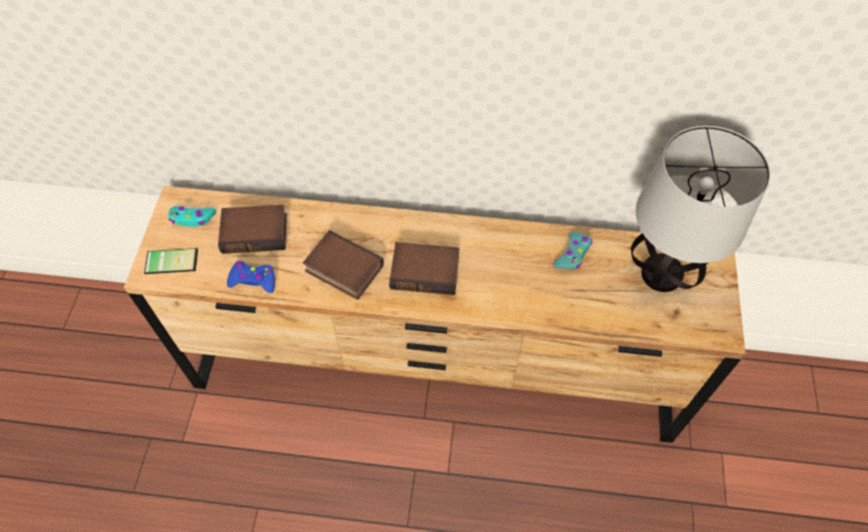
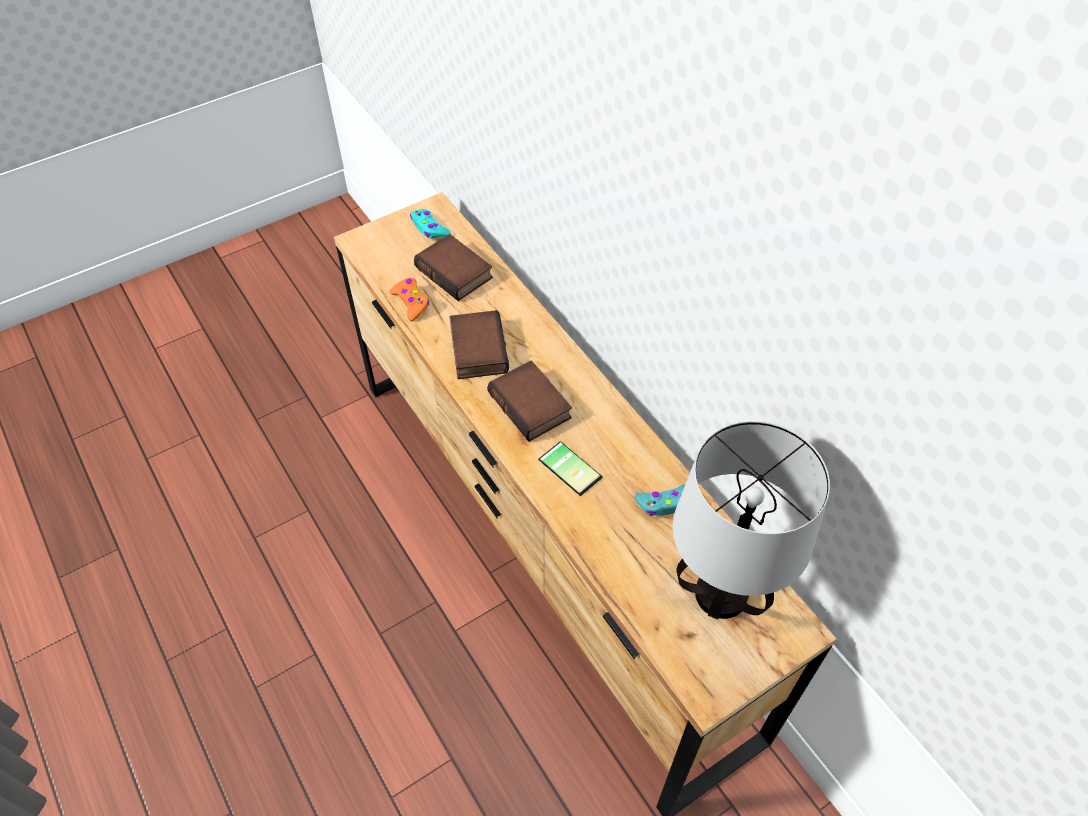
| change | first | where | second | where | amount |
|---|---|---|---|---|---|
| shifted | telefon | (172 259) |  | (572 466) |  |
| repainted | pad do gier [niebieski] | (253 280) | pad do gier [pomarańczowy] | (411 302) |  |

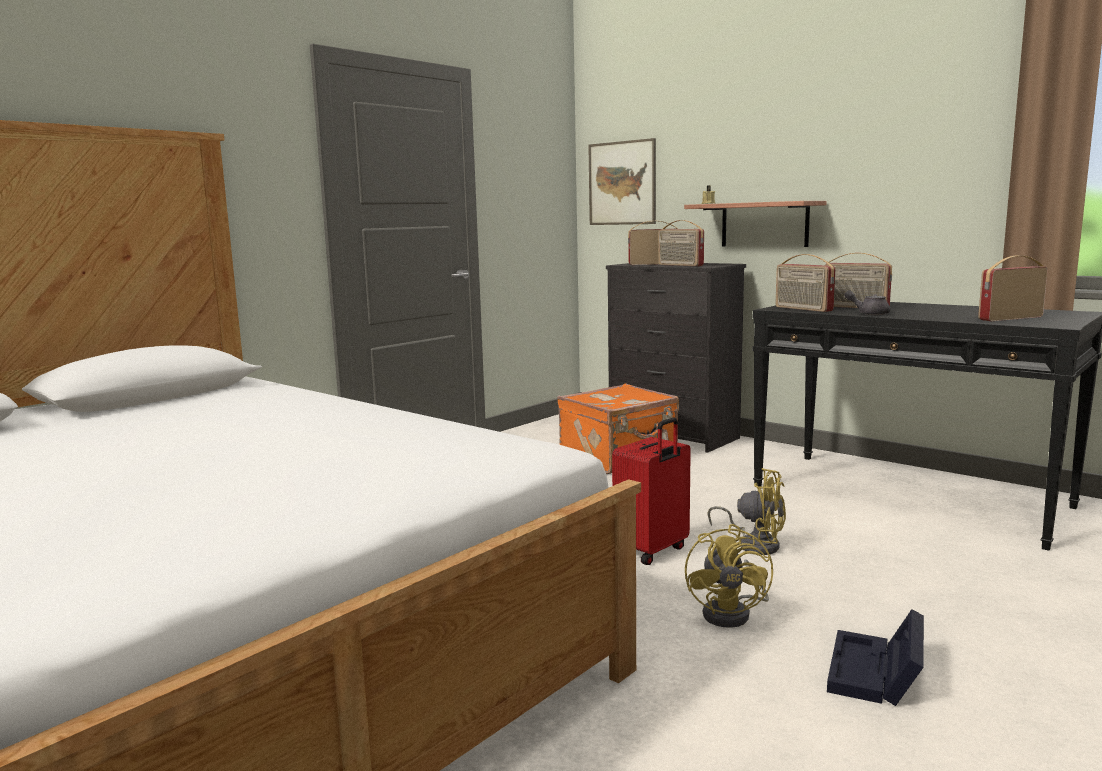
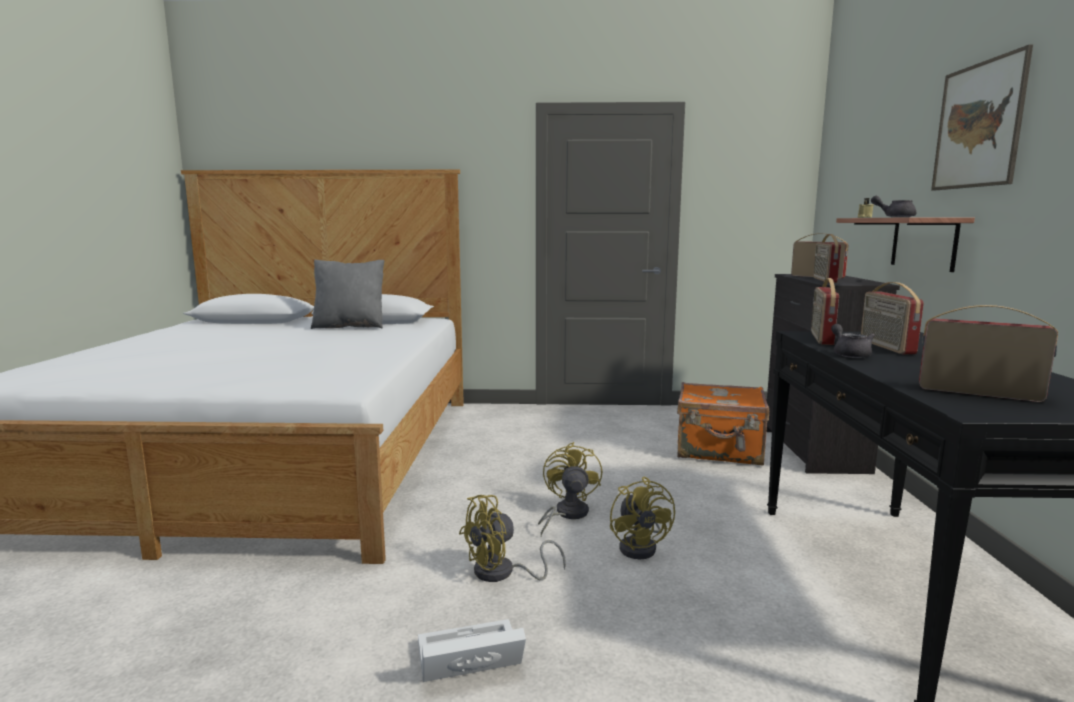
| change | first | where | second | where | amount |
|---|---|---|---|---|---|
| shifted | obraz | (622 183) |  | (978 125) |  |
| swapped | walizka [czerwony] | (652 551) | wentylator [żółty] | (566 514) |  |
| repainted | pojemnik do przechowywania [czarny] | (876 675) | pojemnik do przechowywania [biały] | (467 661) |  |
| new |  |  | poduszka [szary] | (350 326) |  |
| new |  |  | imbryk [szary] | (894 217) |  |

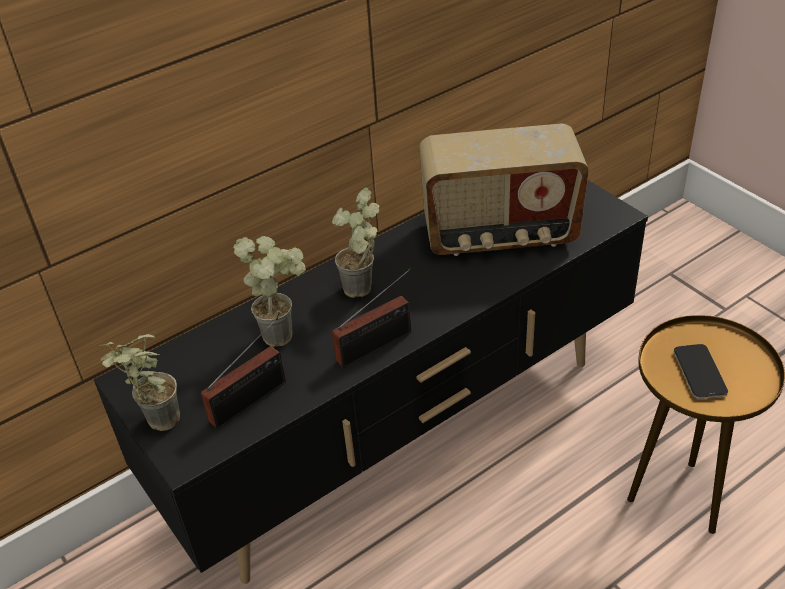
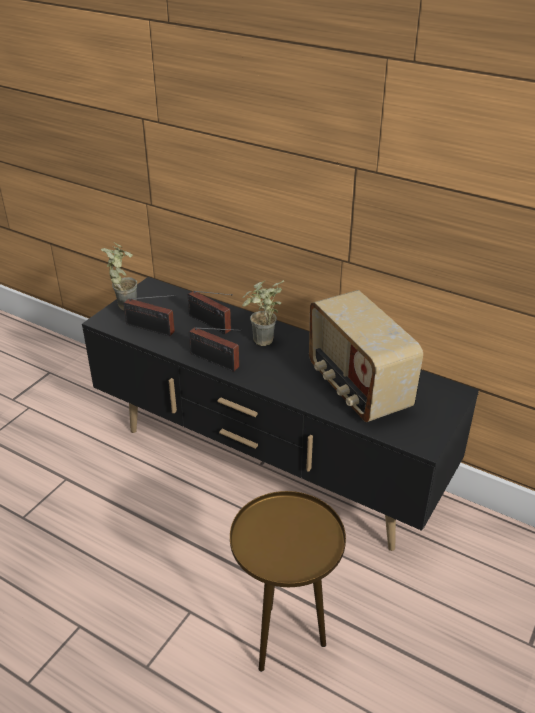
| change | first | where | second | where | amount |
|---|---|---|---|---|---|
| swapped | roślina doniczkowa | (284 331) | radio | (211 324) |  |
| gone | telefon | (699 372) |  |  |  |

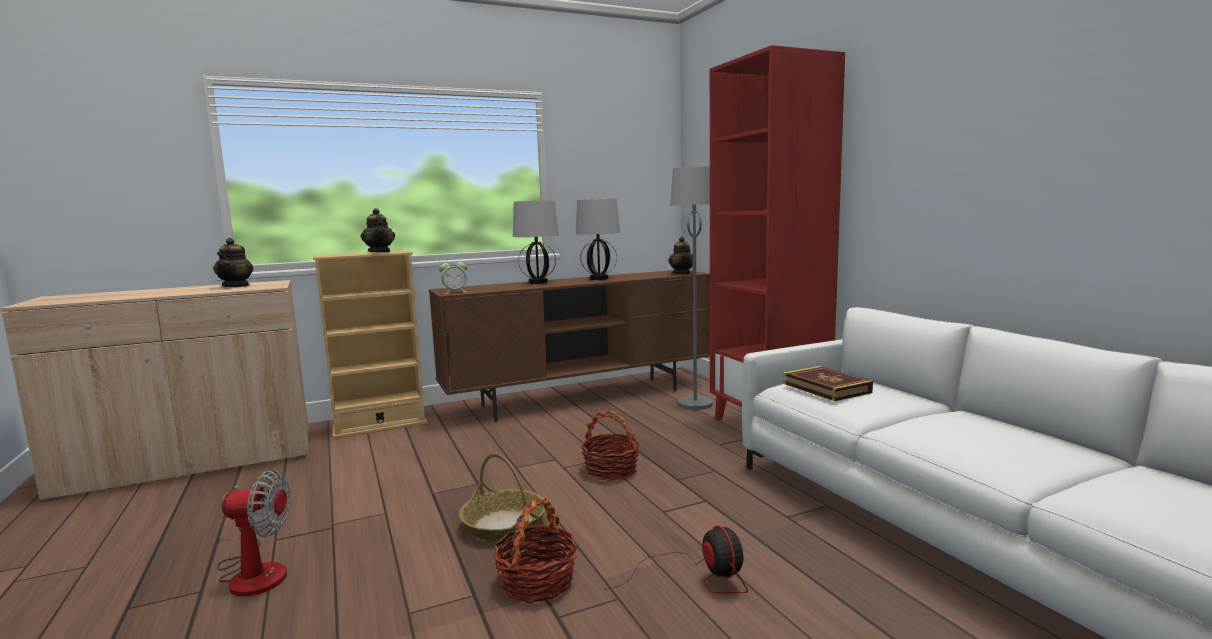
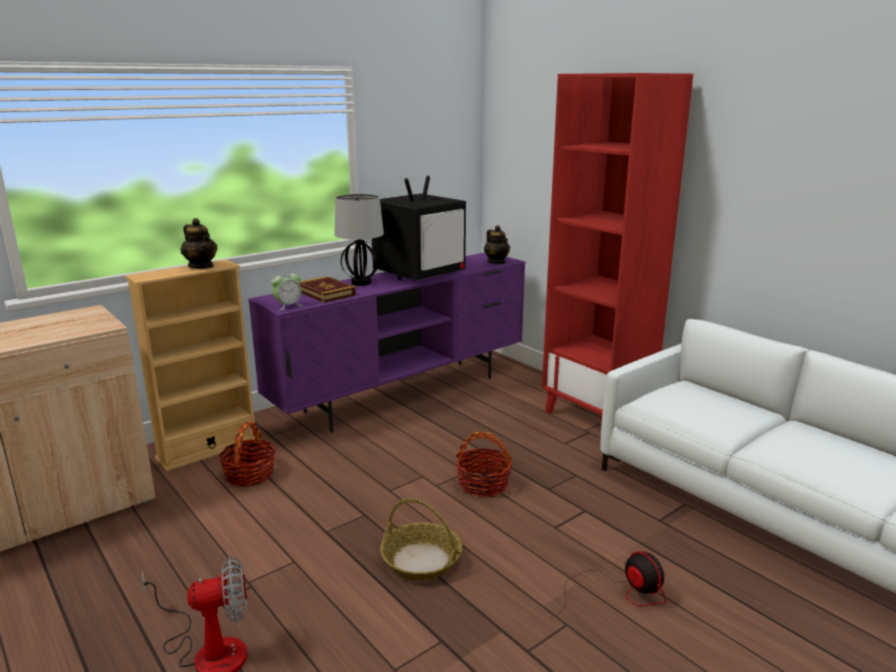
| change | first | where | second | where | amount |
|---|---|---|---|---|---|
| gone | imbryk | (236 286) |  |  |  |
| repainted | szafka pod telewizor [brązowy] | (582 398) | szafka pod telewizor [fioletowy] | (403 394) |  |
| shifted | koszyk | (537 582) |  | (250 475) |  |
| swapped | lampa stołowa | (599 278) | telewizor | (420 273) |  |
| gone | lampa stojąca [szary] | (695 404) |  |  |  |
| shifted | książka | (826 388) |  | (325 293) |  |

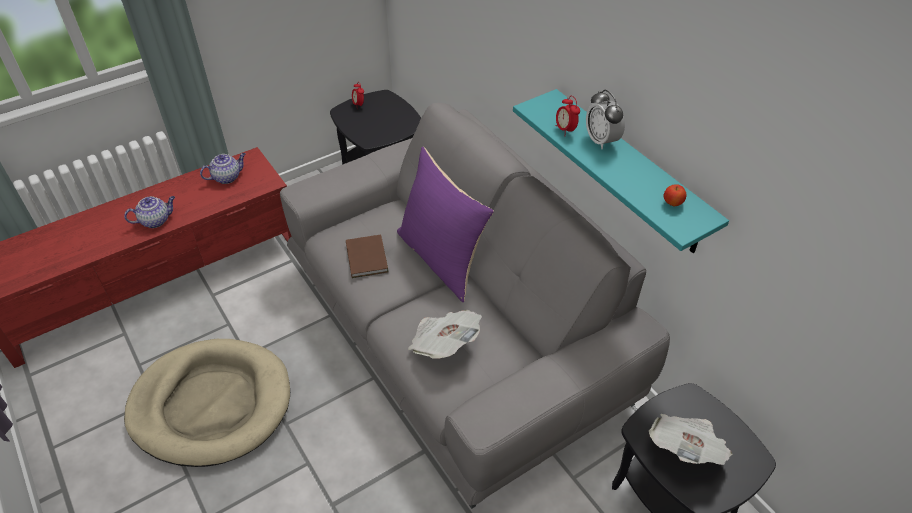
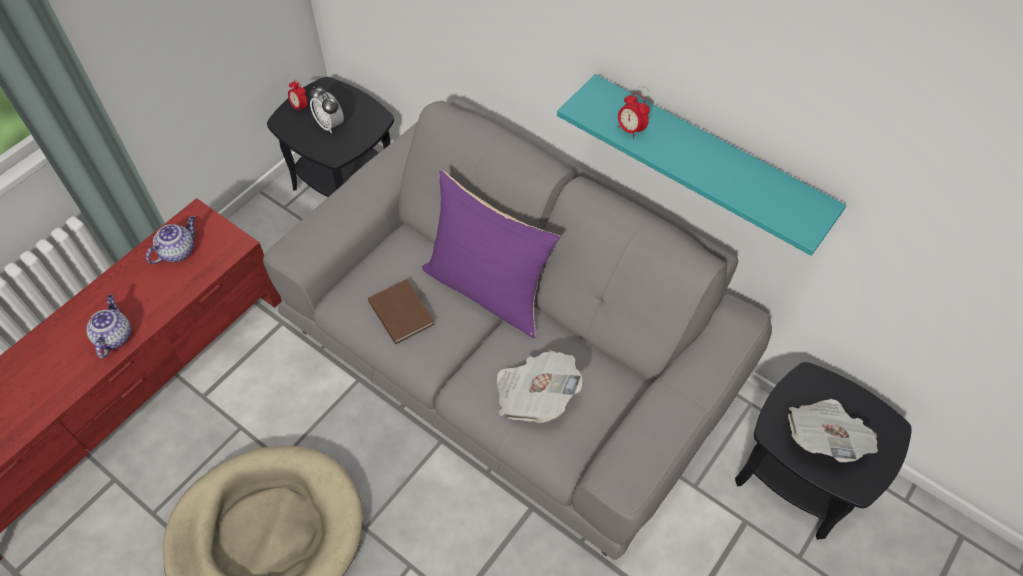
| change | first | where | second | where | amount |
|---|---|---|---|---|---|
| rotated | imbryk | (156 220) |  | (114 336) | 45 degrees counterclockwise |
| shifted | budzik | (601 141) |  | (330 125) |  |
| gone | jabłko | (672 203) |  |  |  |

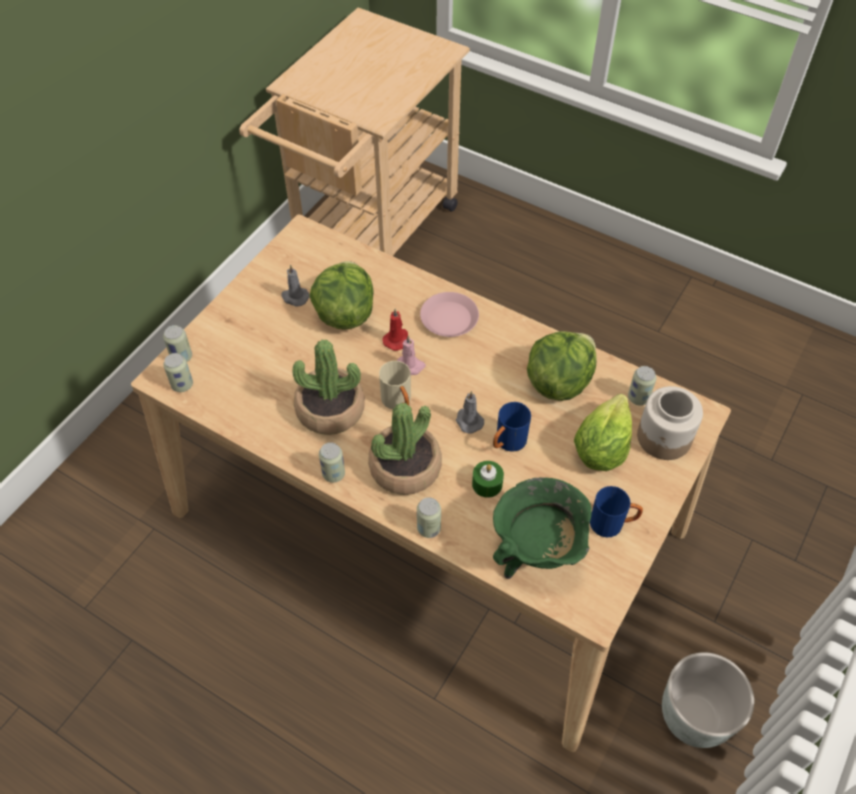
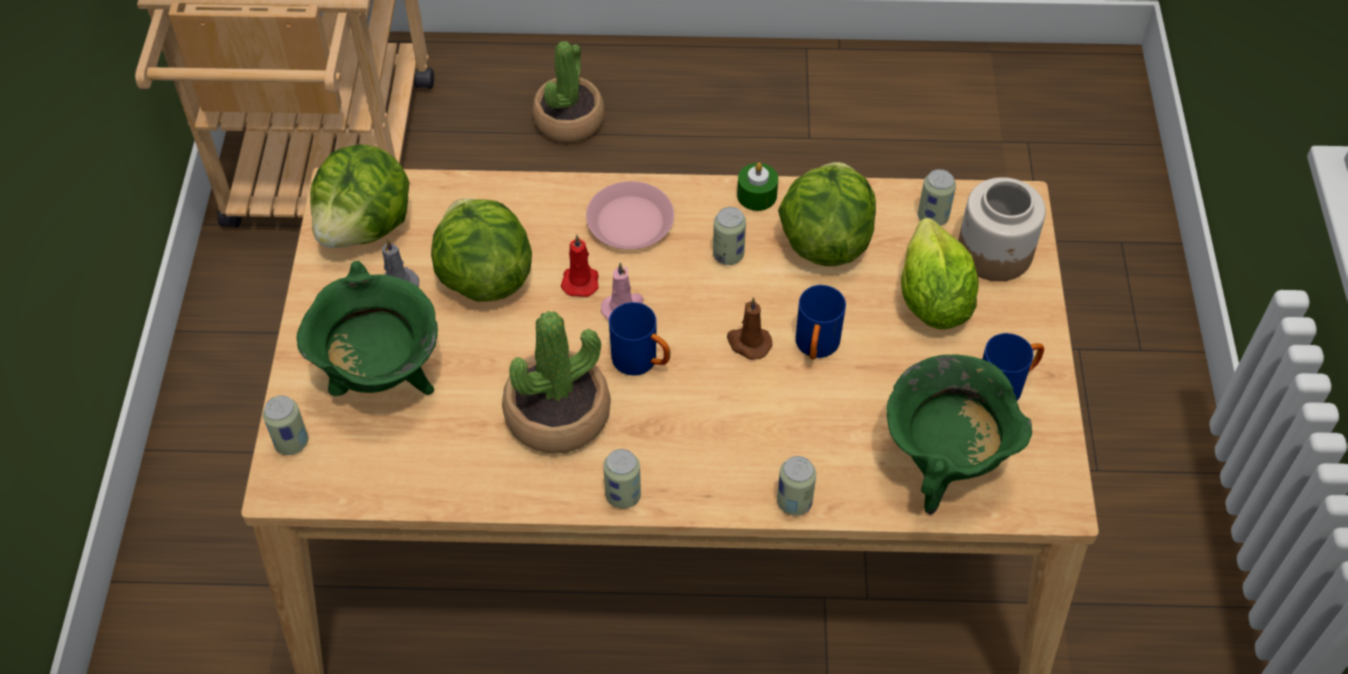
| change | first | where | second | where | amount |
|---|---|---|---|---|---|
| shifted | puszka | (182 385) |  | (728 255) |  |
| shifted | roślina doniczkowa | (405 467) |  | (569 120) |  |
| repainted | kubek [beżowy] | (398 402) | kubek [niebieski] | (642 362) |  |
| repainted | świeca [szary] | (468 421) | świeca [brązowy] | (748 343) |  |
| shifted | świeca [zielony] | (487 484) |  | (757 195) |  |
| gone | donica [szary] | (695 717) |  |  |  |
| new |  |  | garnek [zielony] | (382 378) |  |
| new |  |  | sałata | (366 226) |  |

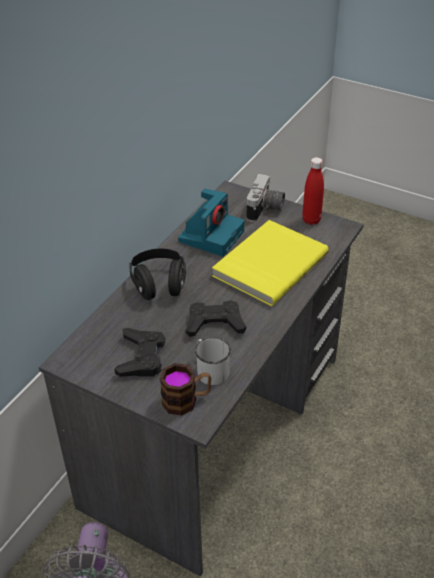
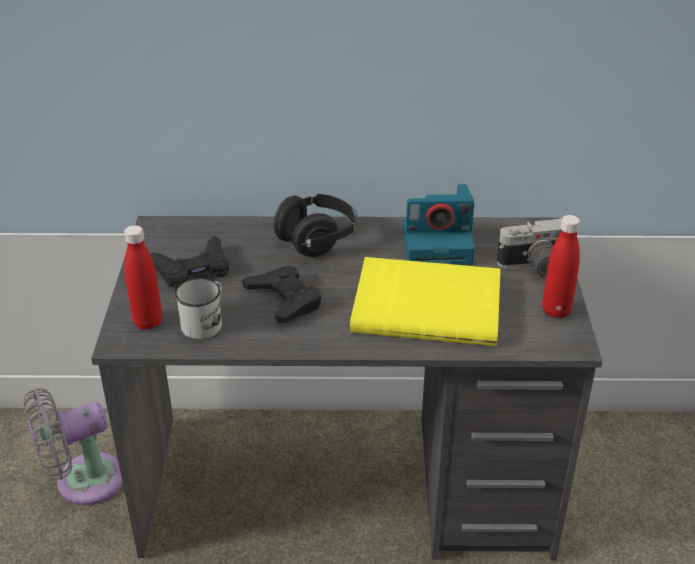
| change | first | where | second | where | amount |
|---|---|---|---|---|---|
| swapped | kubek | (186 400) | butelka [czerwony] | (148 322) |  |

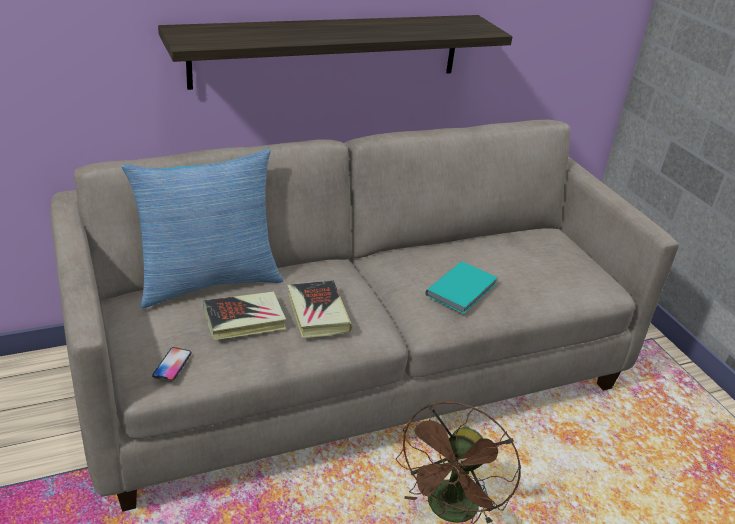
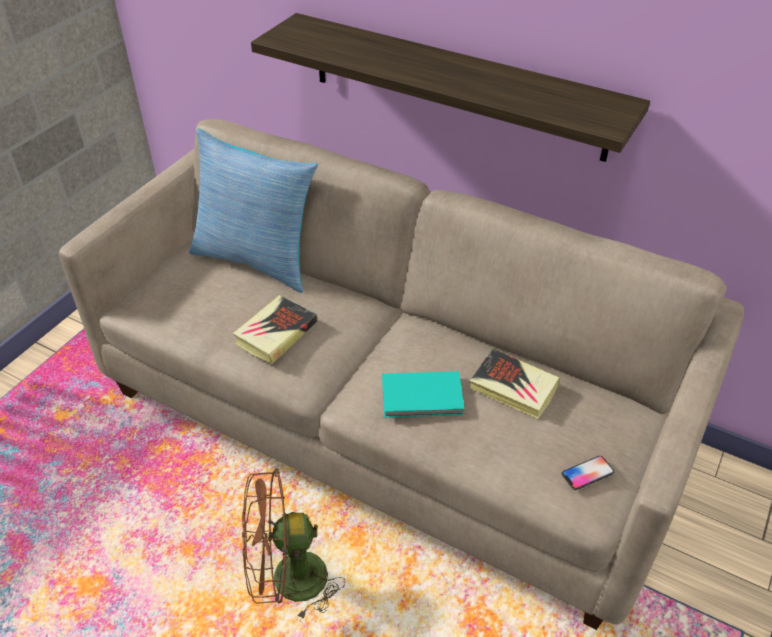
| change | first | where | second | where | amount |
|---|---|---|---|---|---|
| shifted | telefon | (172 365) |  | (587 473) |  |
| shifted | książka | (245 320) |  | (513 387) |  |

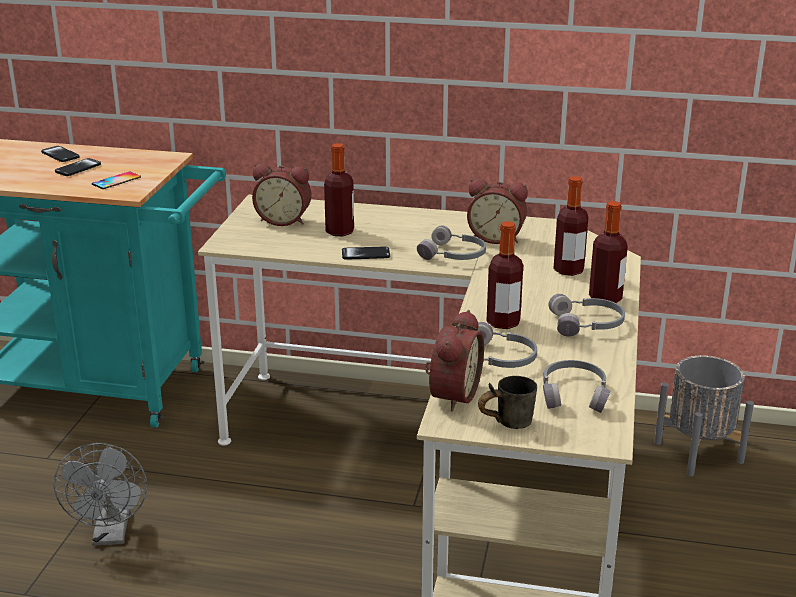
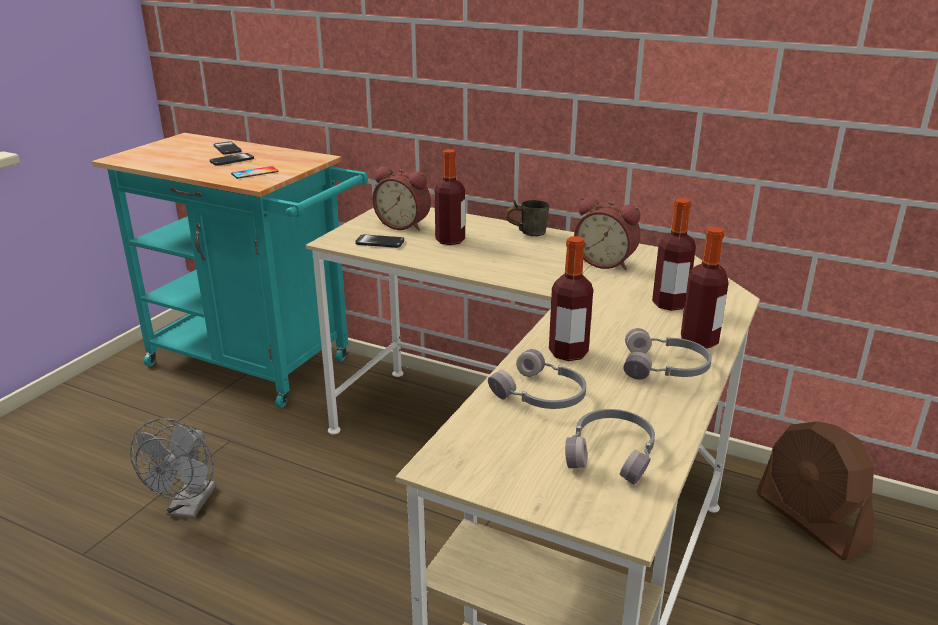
| change | first | where | second | where | amount |
|---|---|---|---|---|---|
| shifted | telefon | (365 254) |  | (380 242) |  |
| gone | słuchawki [szary] | (453 255) |  |  |  |
| gone | budzik | (451 394) |  |  |  |
| shifted | kubek [szary] | (505 422) |  | (527 233) |  |
| swapped | donica [szary] | (698 451) | wentylator [brązowy] | (811 521) |  |

